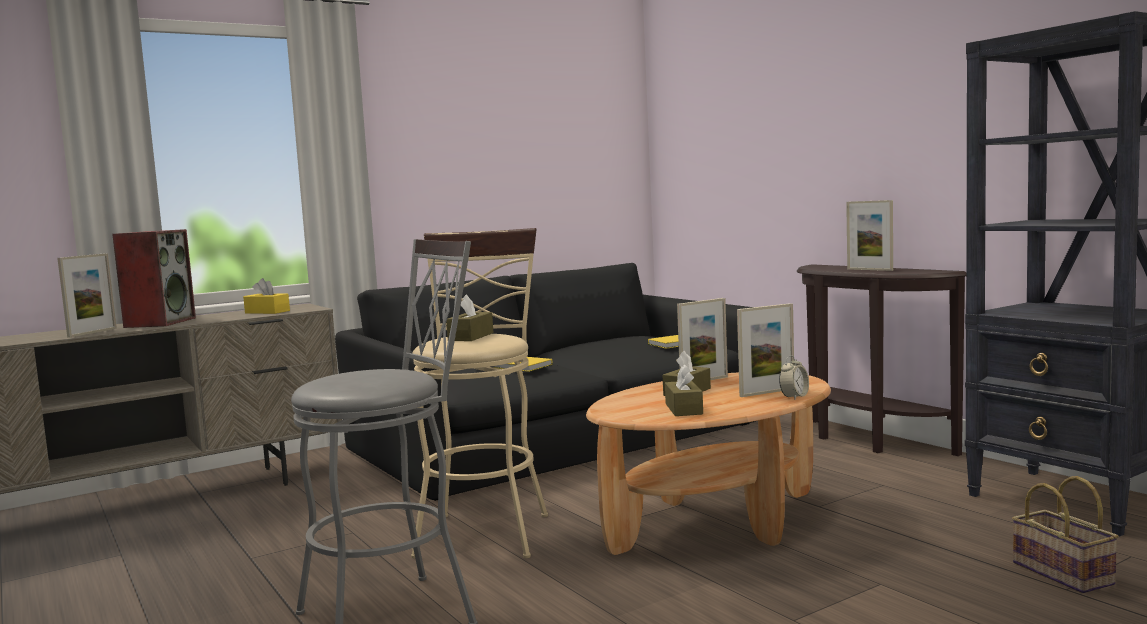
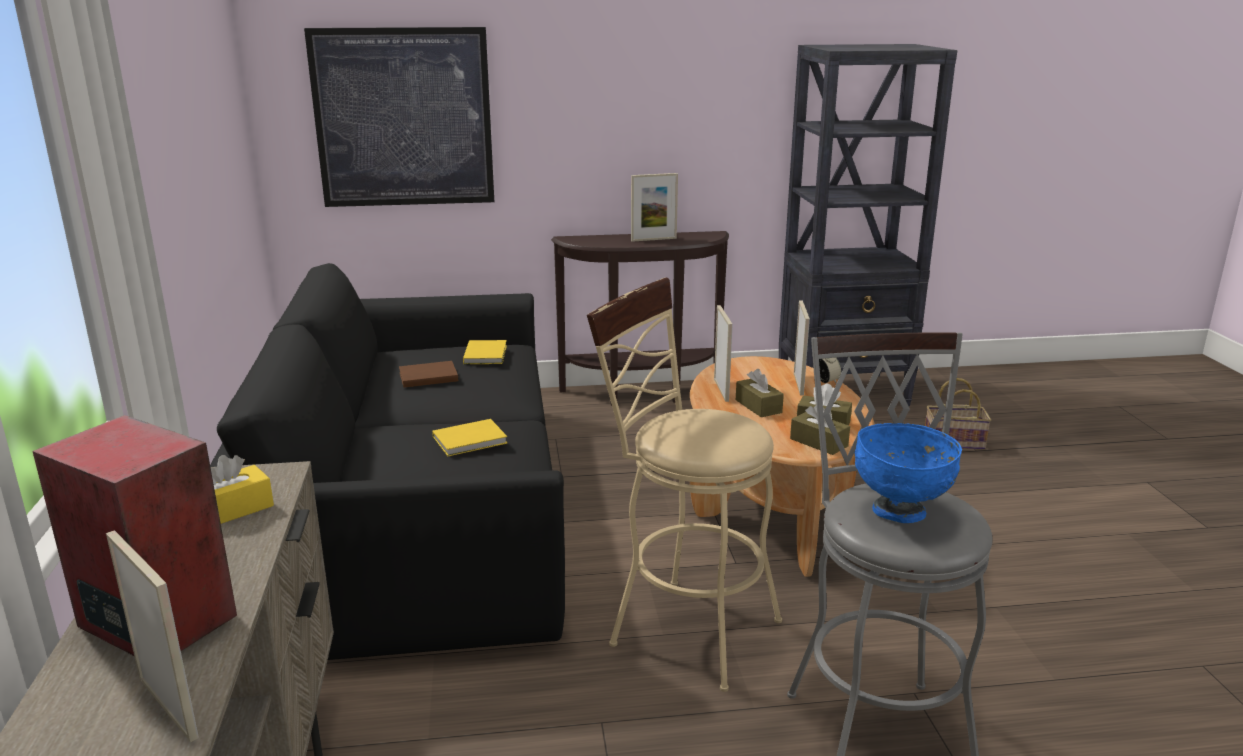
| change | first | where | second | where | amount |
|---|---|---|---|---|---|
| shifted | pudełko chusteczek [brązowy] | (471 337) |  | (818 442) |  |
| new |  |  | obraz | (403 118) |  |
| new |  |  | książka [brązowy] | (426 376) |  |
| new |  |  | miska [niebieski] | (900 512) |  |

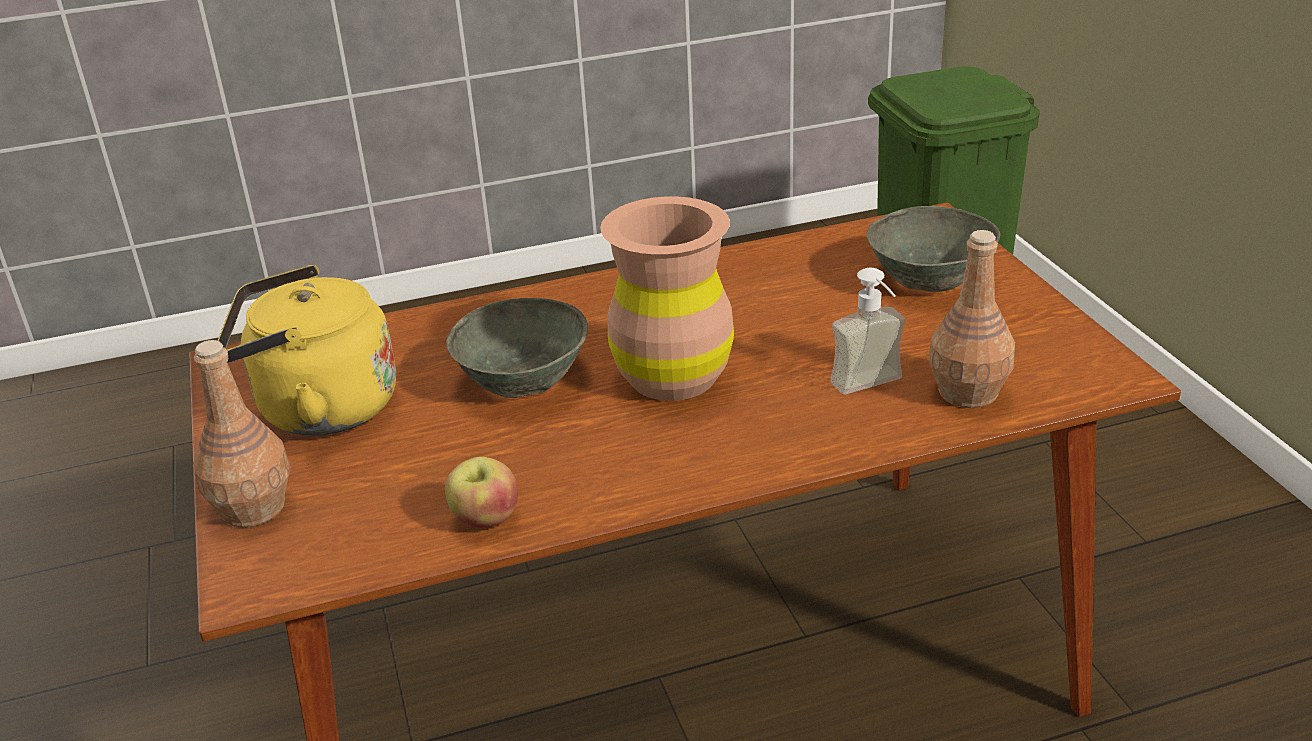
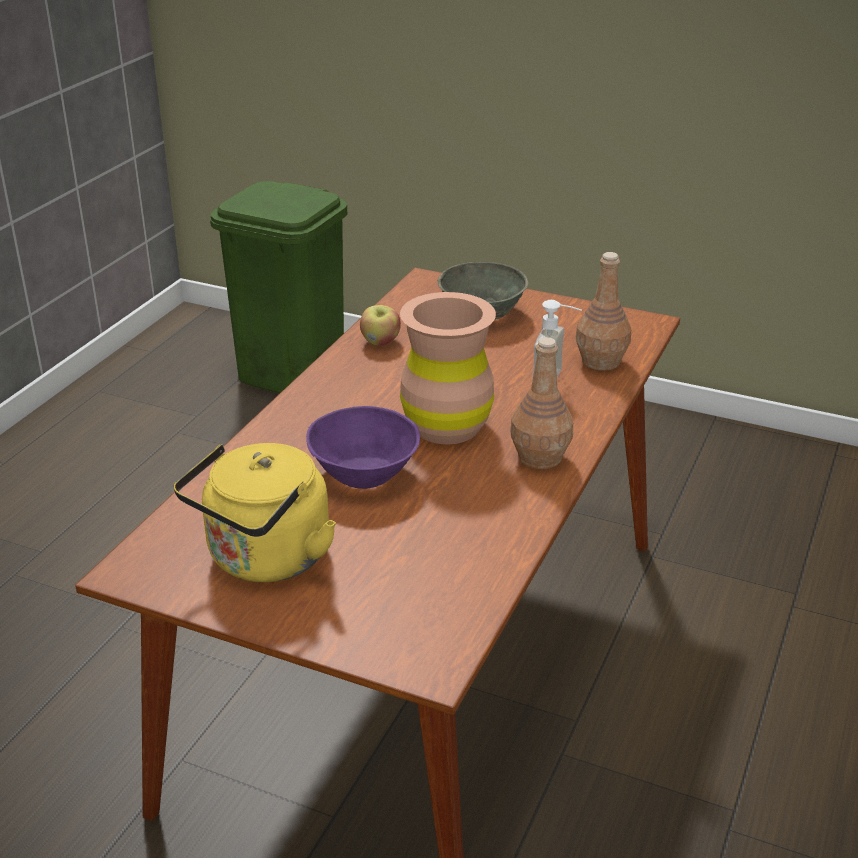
| change | first | where | second | where | amount |
|---|---|---|---|---|---|
| shifted | butelka [brązowy] | (254 507) |  | (540 457) |  |
| shifted | jabłko | (485 519) |  | (380 342) |  |
| repainted | miska [szary] | (521 379) | miska [fioletowy] | (362 473) |  |

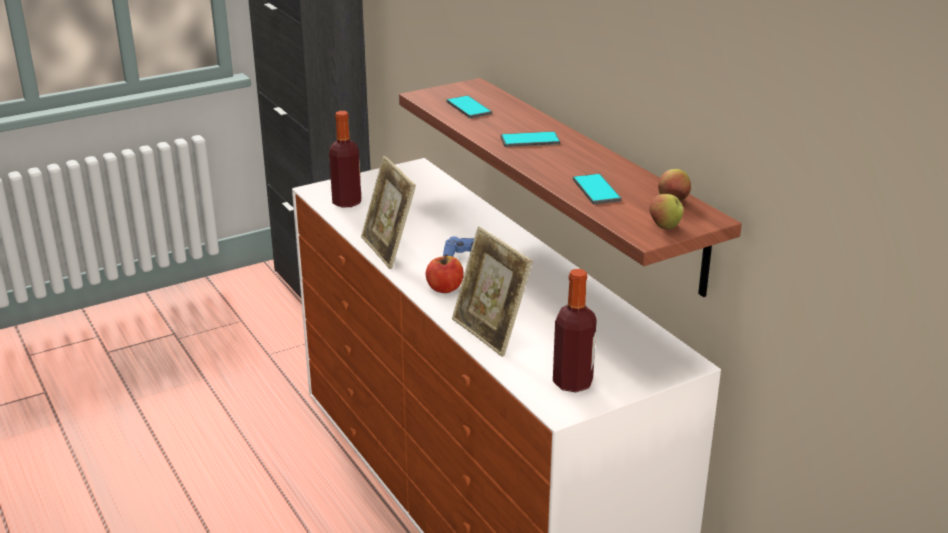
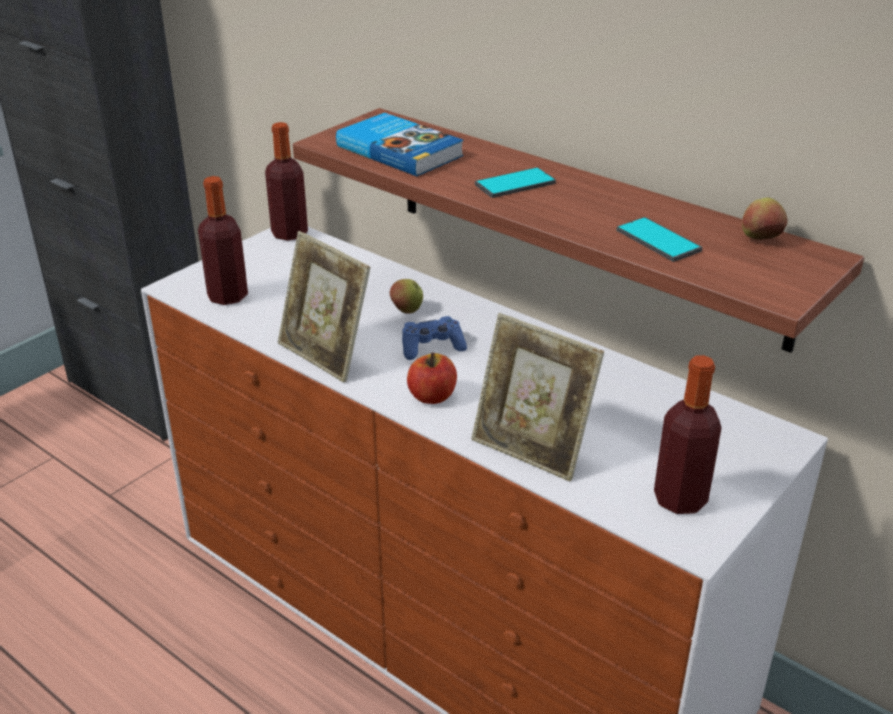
| change | first | where | second | where | amount |
|---|---|---|---|---|---|
| swapped | telefon | (469 108) | książka | (400 150) |  |
| shifted | jabłko | (664 227) |  | (406 311) |  |
| new |  |  | butelka | (289 233) |  |

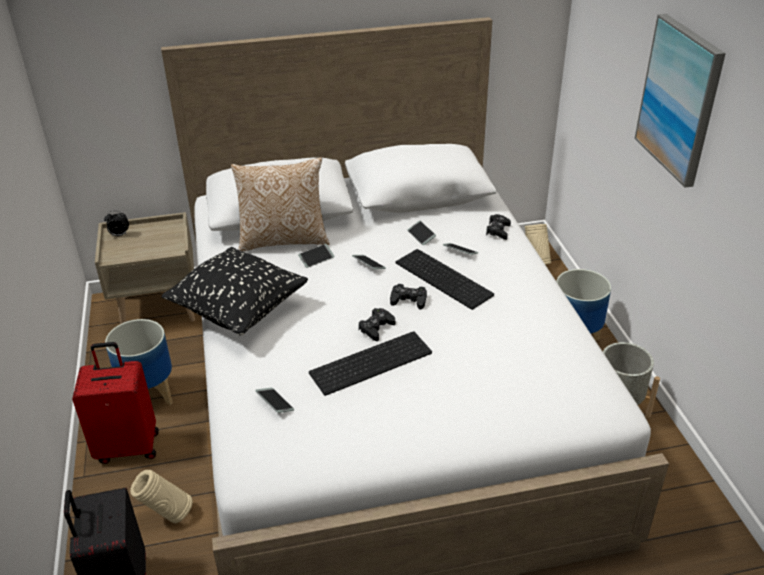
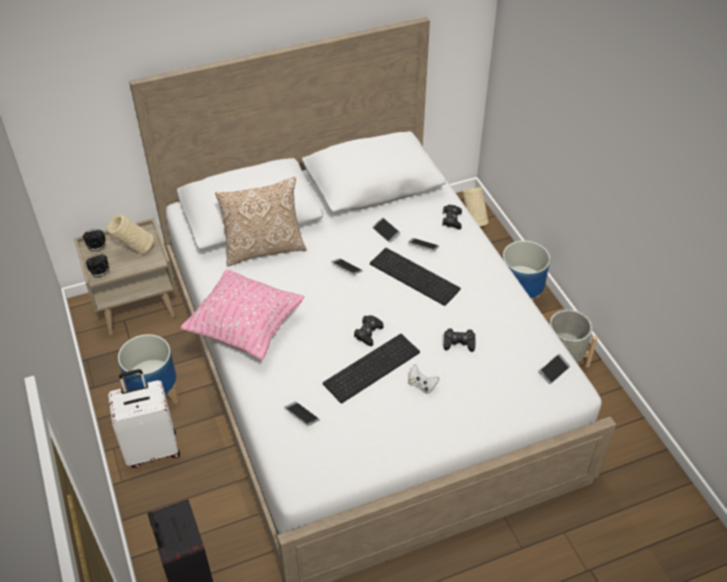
| change | first | where | second | where | amount |
|---|---|---|---|---|---|
| repainted | walizka [czerwony] | (128 446) | walizka [biały] | (152 448) |  |
| shifted | wazon [beżowy] | (167 516) |  | (135 250) |  |
| repainted | poduszka [czarny] | (239 311) | poduszka [różowy] | (245 329) |  |
| shifted | telefon | (316 259) |  | (554 371) |  |
| shifted | pad do gier [czarny] | (408 300) |  | (459 343) |  |
| gone | obraz | (679 99) |  |  |  |
| new |  |  | budzik | (100 274) |  |
| new |  |  | pad do gier [biały] | (422 385) |  |

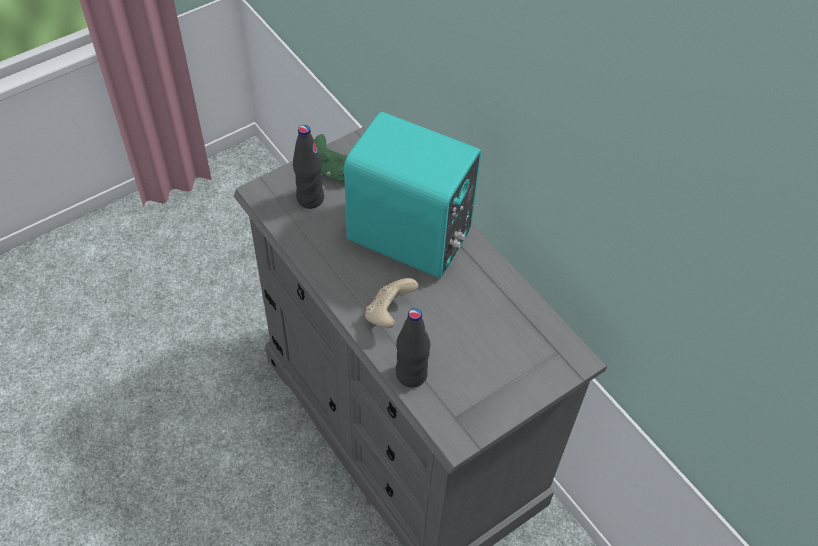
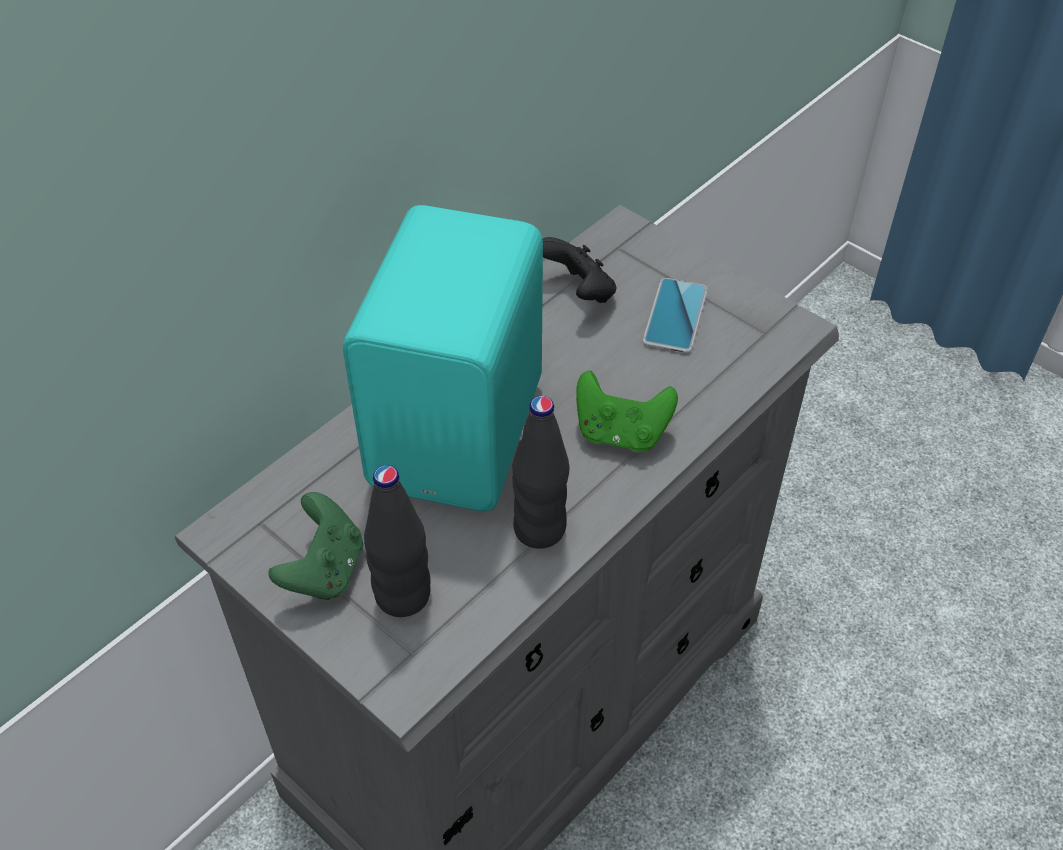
| change | first | where | second | where | amount |
|---|---|---|---|---|---|
| repainted | pad do gier [beżowy] | (389 313) | pad do gier [zielony] | (621 433) |  |
| shifted | butelka [czarny] | (411 375) |  | (540 529) |  |
| new |  |  | pad do gier [czarny] | (579 292) |  |
| new |  |  | telefon | (675 316) |  |

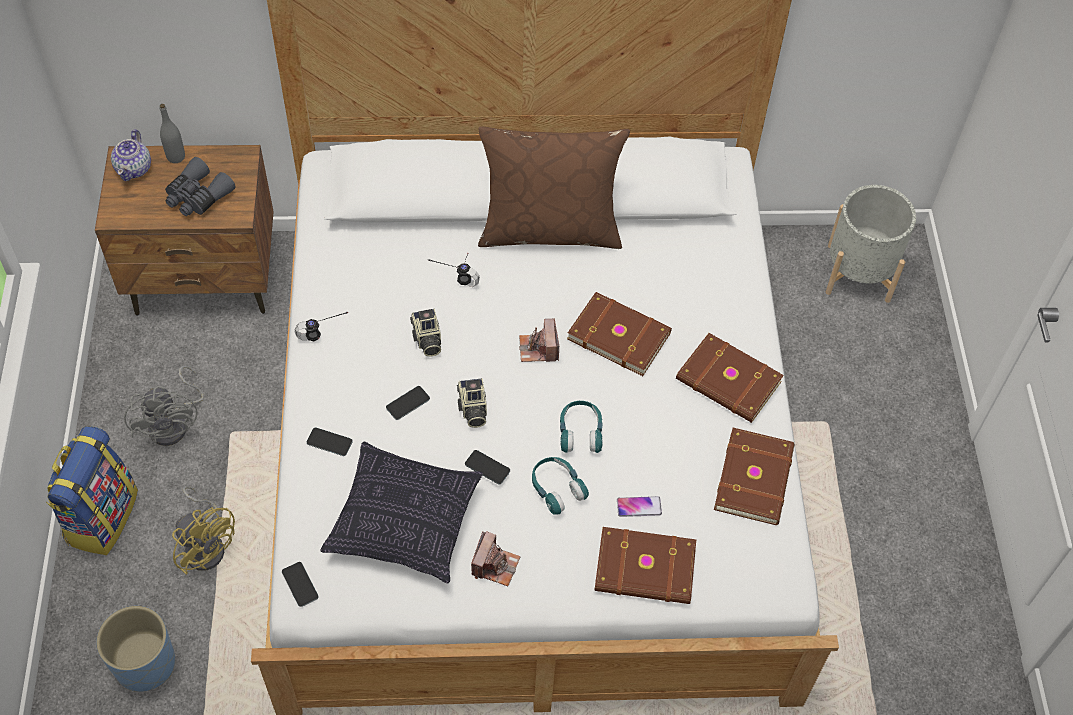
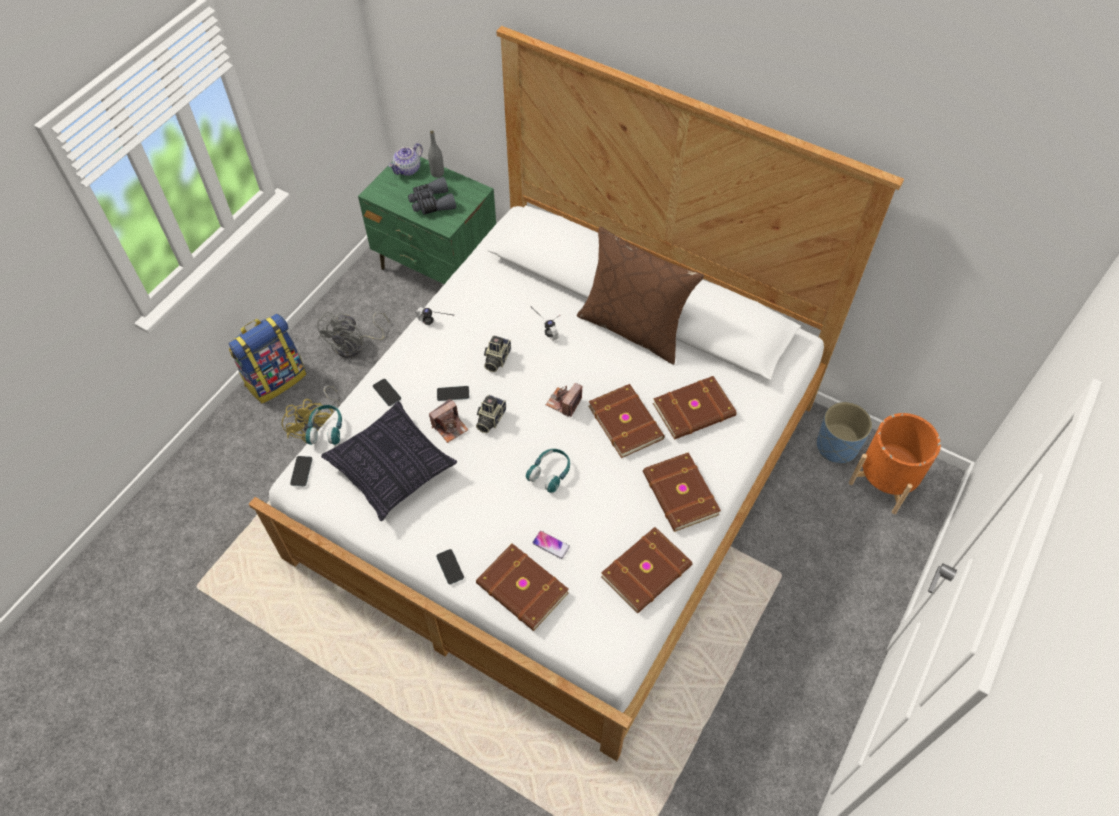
| change | first | where | second | where | amount |
|---|---|---|---|---|---|
| repainted | szafka nocna [brązowy] | (205 278) | szafka nocna [zielony] | (437 267) |  |
| shifted | donica [niebieski] | (144 663) |  | (836 446) |  |
| shifted | telefon | (487 467) |  | (450 567) |  |
| shifted | aparat fotograficzny | (495 565) |  | (449 427) |  |
| shifted | słuchawki [turkusowy] | (557 488) |  | (326 429) |  |
| repainted | donica [szary] | (858 273) | donica [pomarańczowy] | (885 481) |  |
| new |  |  | książka [brązowy] | (695 411) |  |

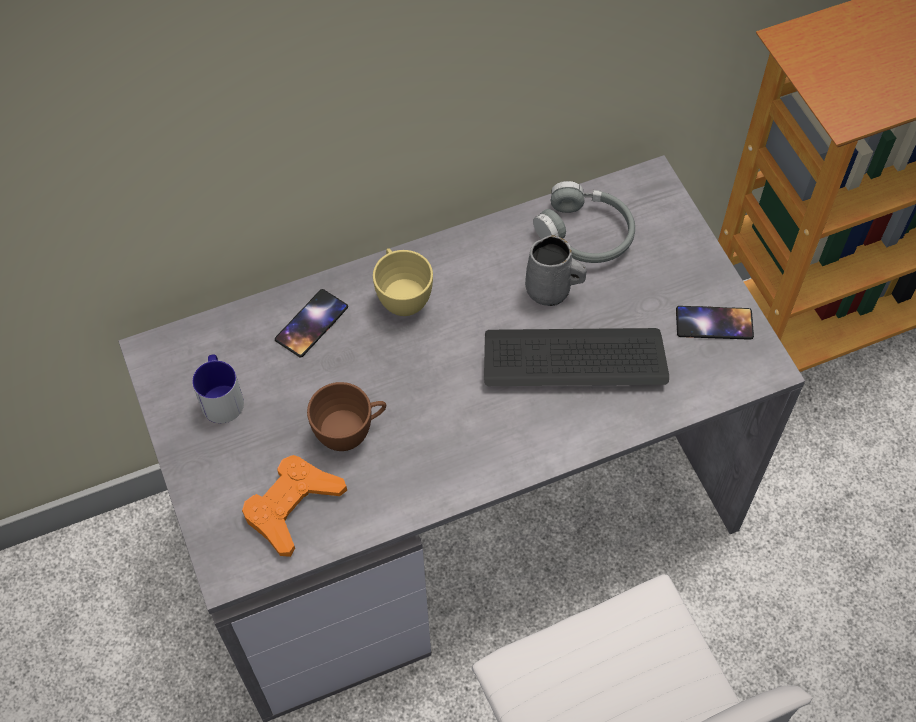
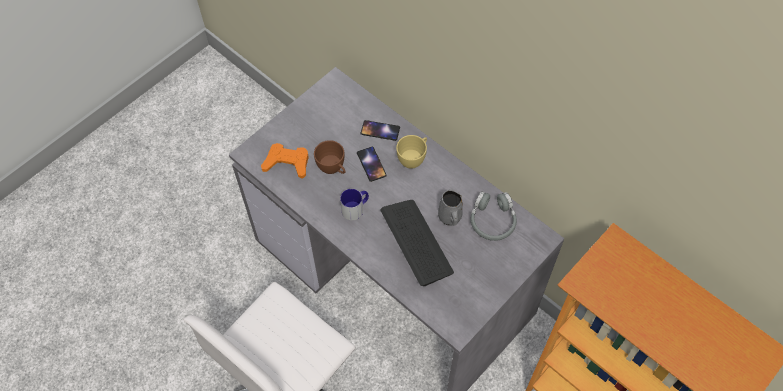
| change | first | where | second | where | amount |
|---|---|---|---|---|---|
| shifted | kubek | (221 397) |  | (356 208) |  |
| shifted | telefon | (714 323) |  | (371 164) |  |

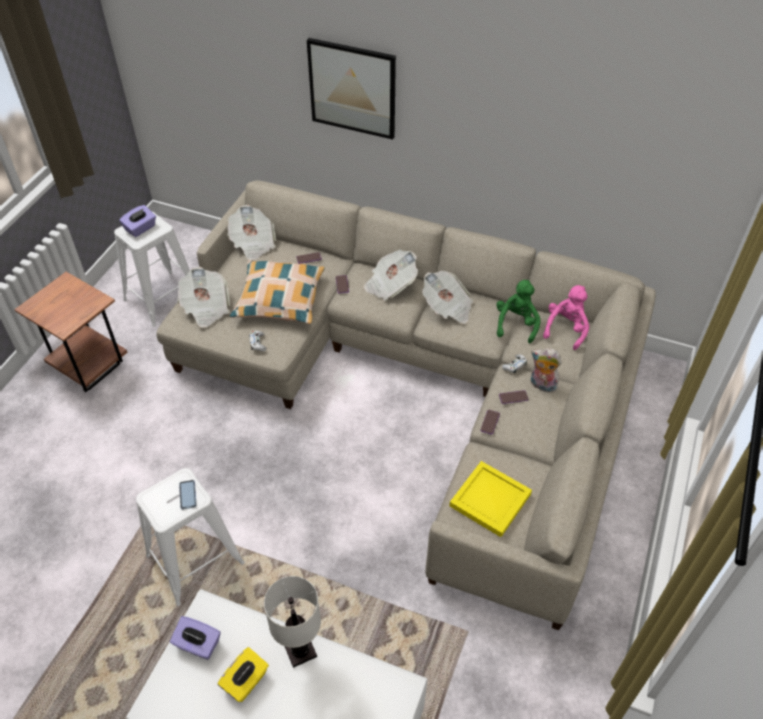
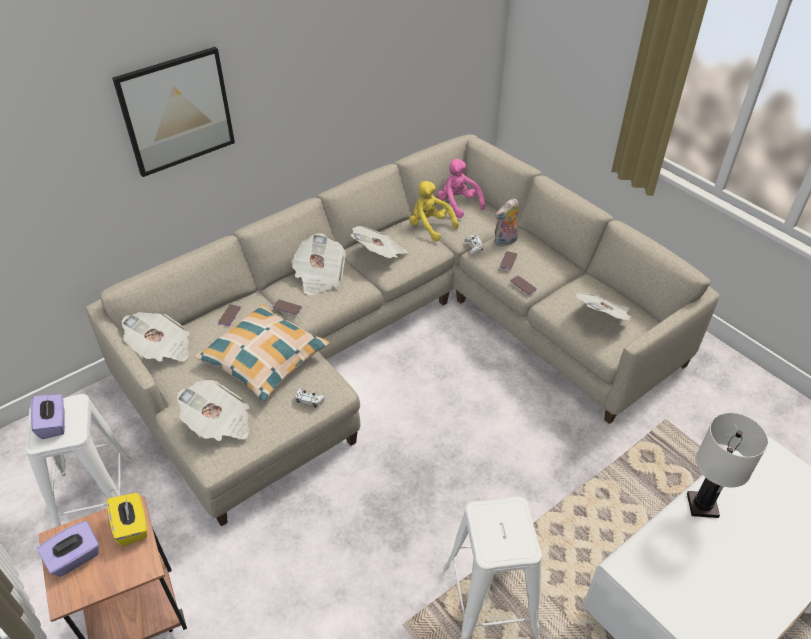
| change | first | where | second | where | amount |
|---|---|---|---|---|---|
| shifted | pudełko chusteczek [fioletowy] | (198 644) |  | (75 558) |  |
| gone | telefon | (187 495) |  |  |  |
| shifted | pudełko chusteczek [żółty] | (246 681) |  | (132 526) |  |
| swapped | taca [żółty] | (491 500) | gazeta | (603 317) |  |
| repainted | pluszak [zielony] | (516 324) | pluszak [żółty] | (430 226) |  |

